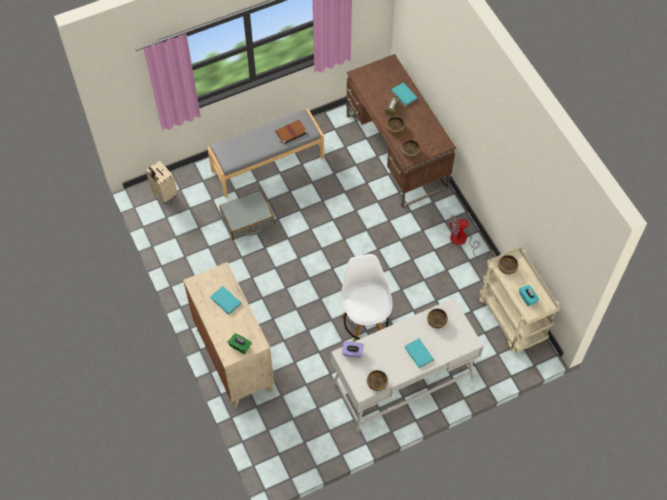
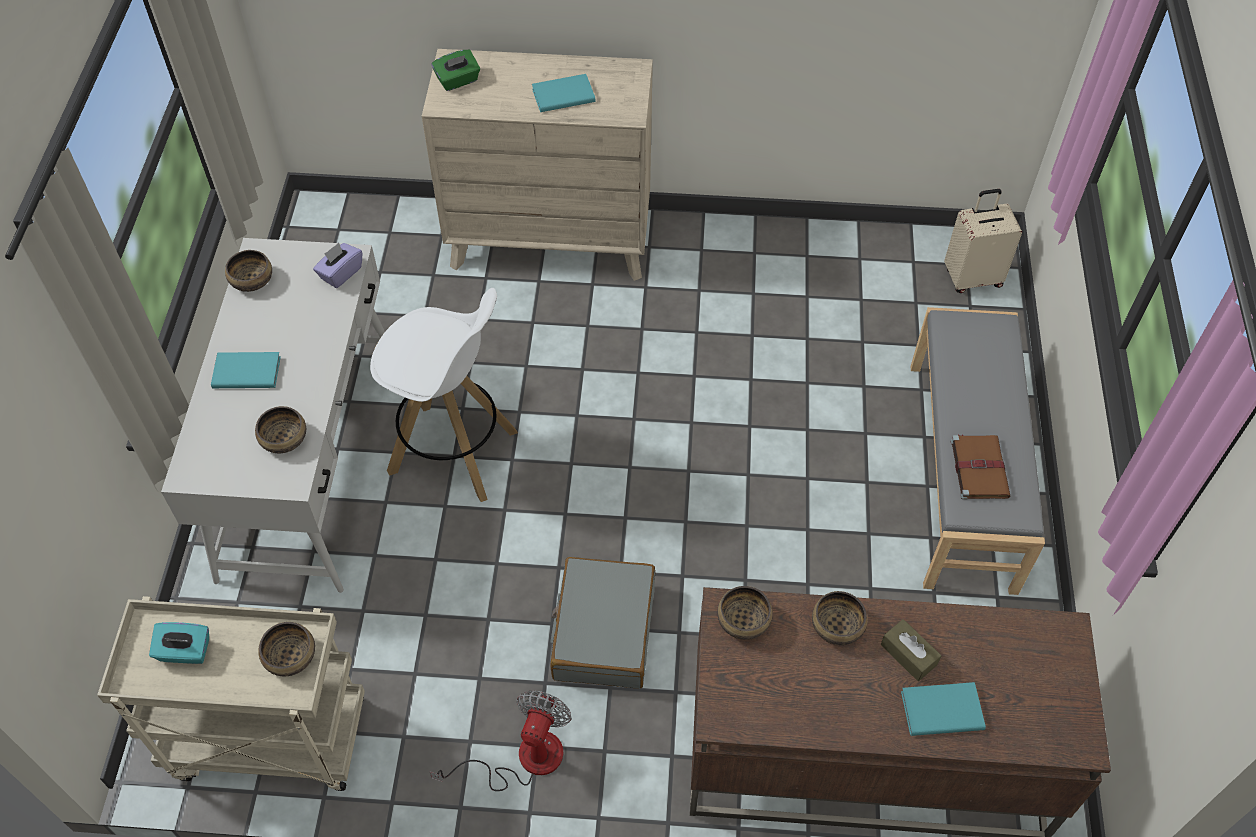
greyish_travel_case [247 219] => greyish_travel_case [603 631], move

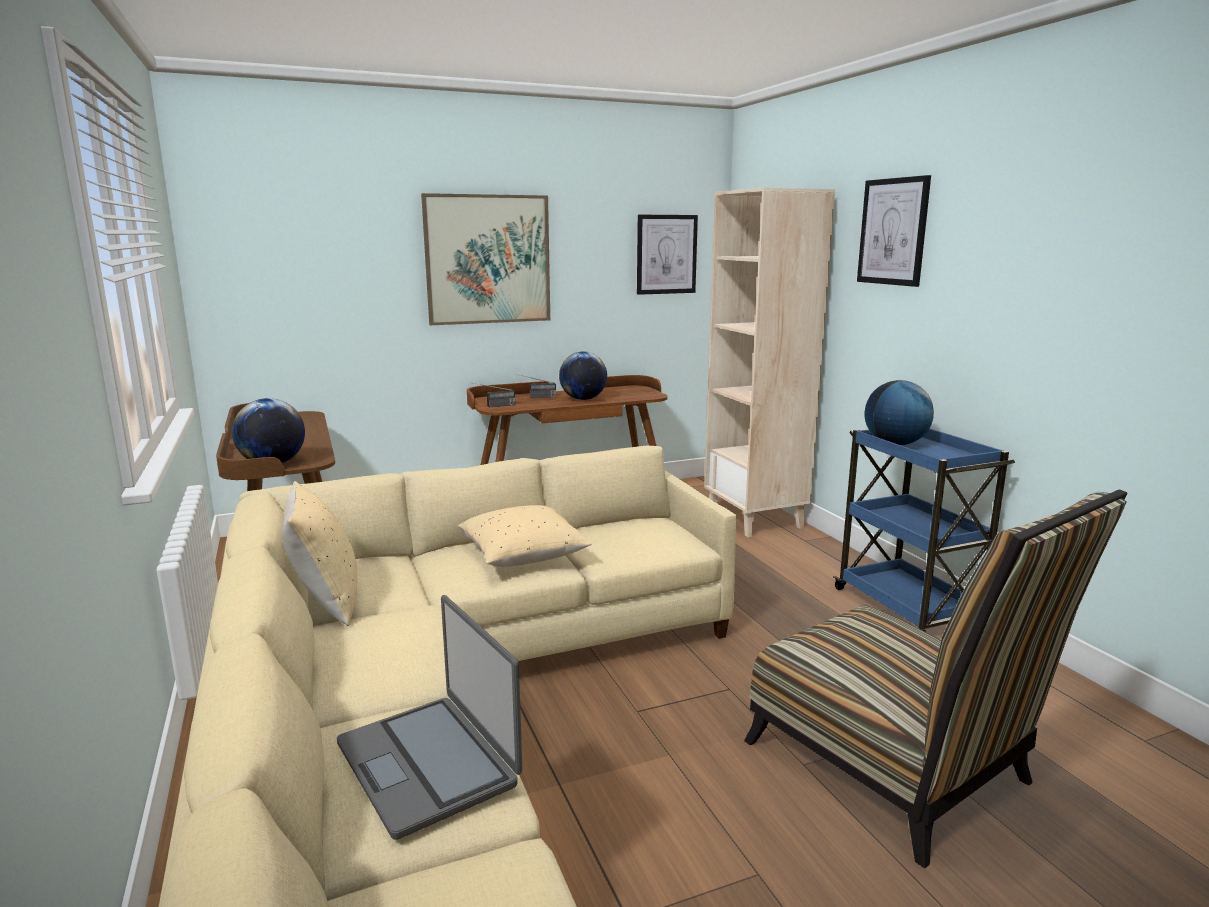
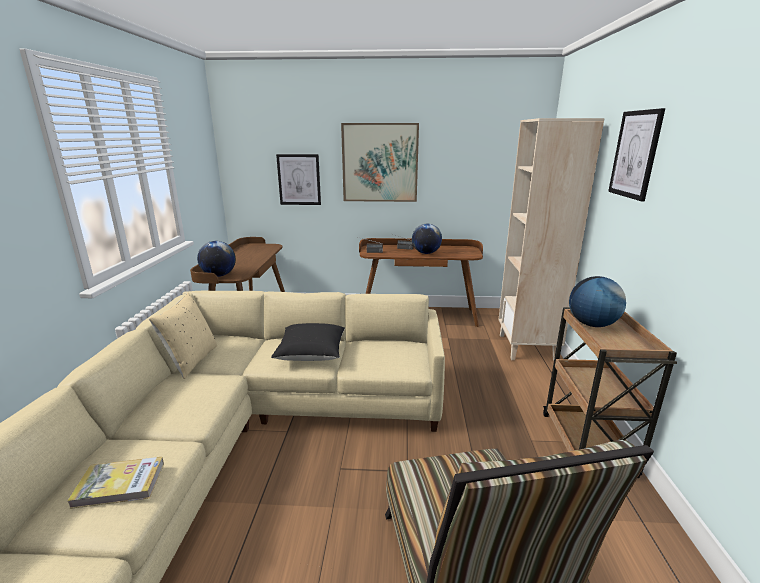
picture [666 254] => picture [299 179], move
notebook_computer [429 763] => book [120 484]
sand-coloured_pillow [523 556] => black_pillow [311 354]
bluish_trolley [907 608] => brownish_trolley [587 446]

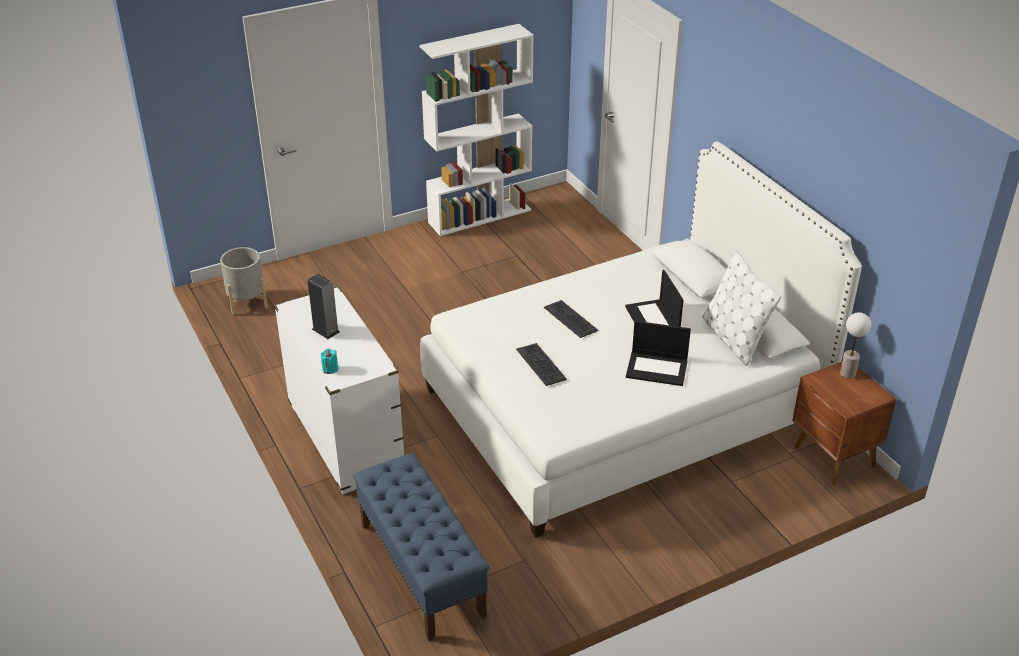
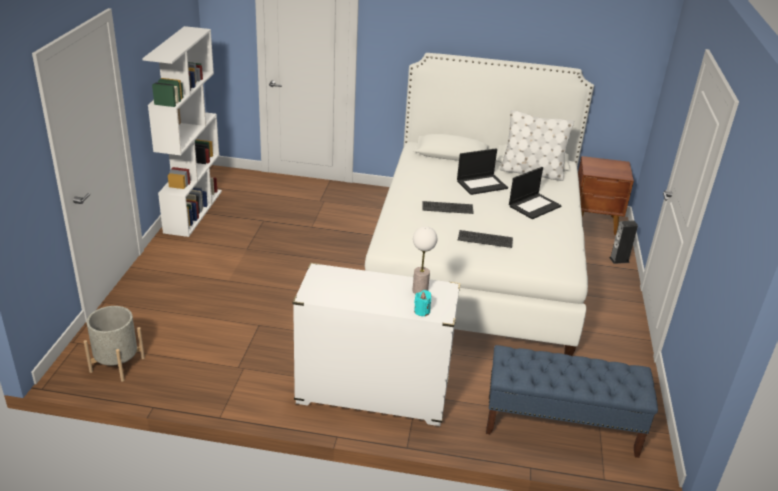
audio_speaker [326 330] => audio_speaker [619 260], move
lamp_for_a_table [847 373] => lamp_for_a_table [420 290], move
notebook_computer [653 319] => notebook_computer [482 184], 45 degrees counterclockwise

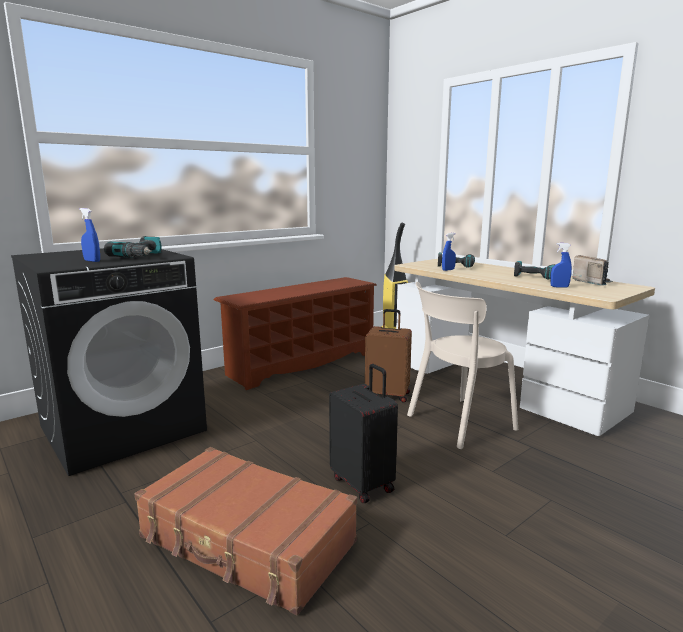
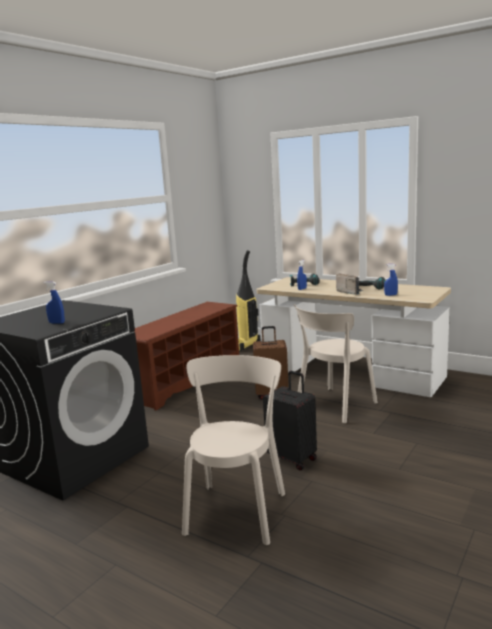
power_drill [141 256] => nothing
radio [592 282] => radio [350 292], move
brownish_travel_case [247 541] => sand-coloured_plain_chair [237 509]

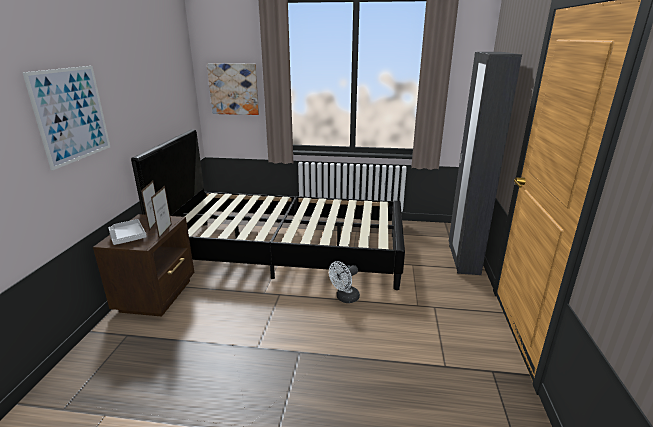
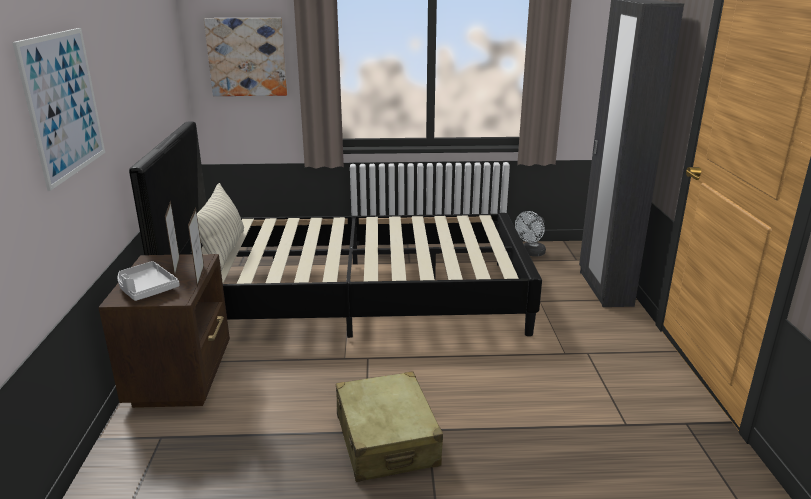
nothing => pillow [223 251]
nothing => sand-coloured_travel_case [386 440]
whitish_electric_fan [345 298] => whitish_electric_fan [531 253], move

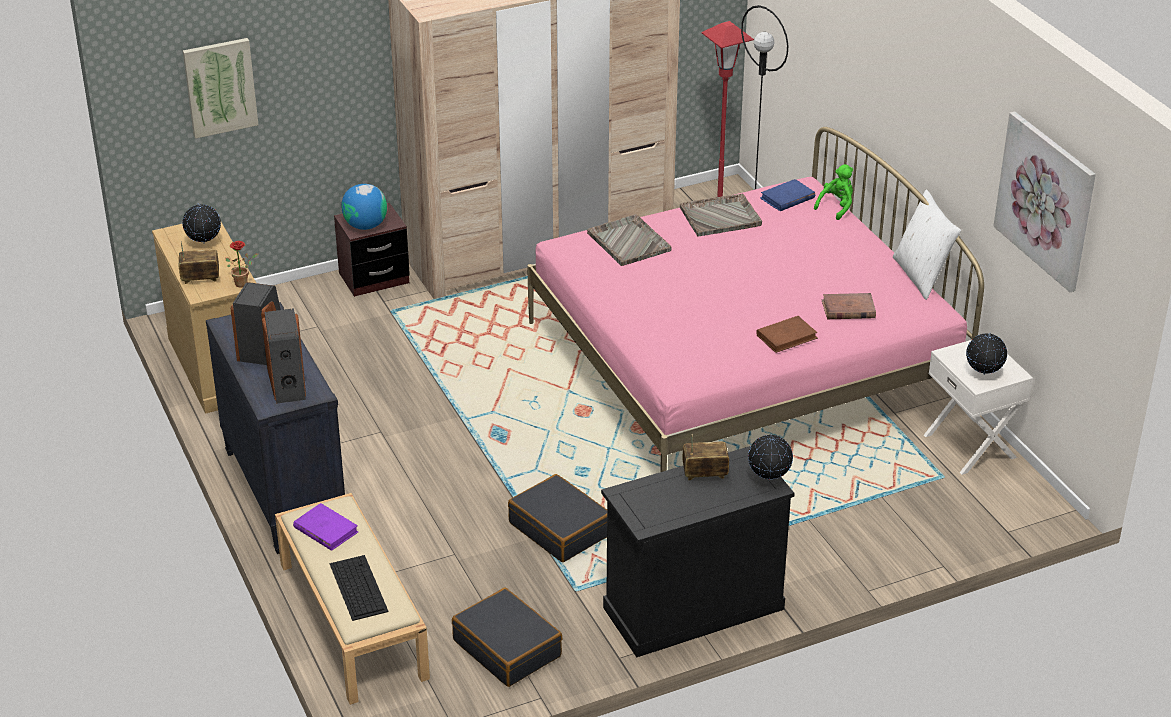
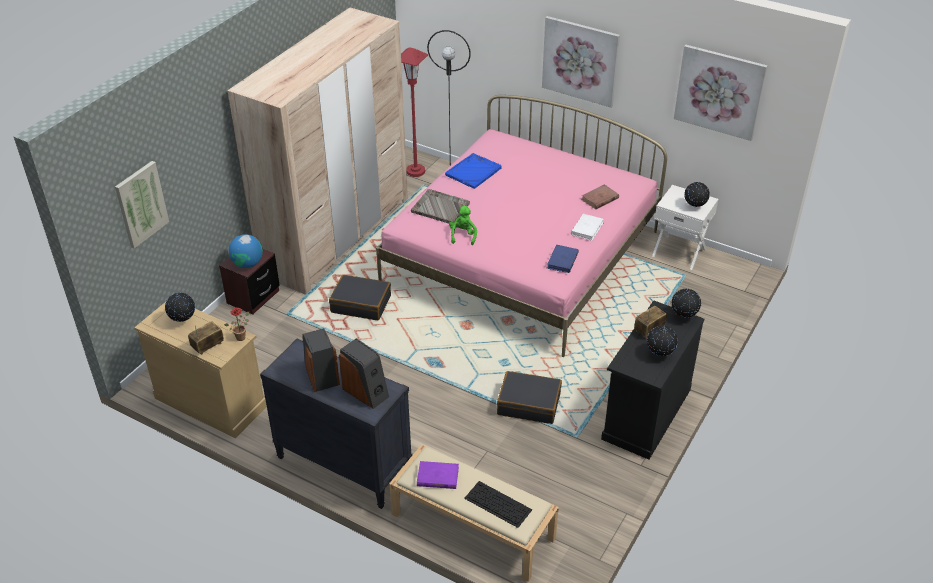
whitish_pillow [921 276] => nothing
nothing => picture [580 61]
nothing => world_globe [659 354]
black_travel_case [507 648] => black_travel_case [361 304], move
bluish_book [787 198] => bluish_book [562 261], move
greenish_plush_toy [836 207] => greenish_plush_toy [463 236], move
greyish_tray [721 216] => bluish_tray [474 171]
brownish_book [786 337] => whitish_book [587 228]

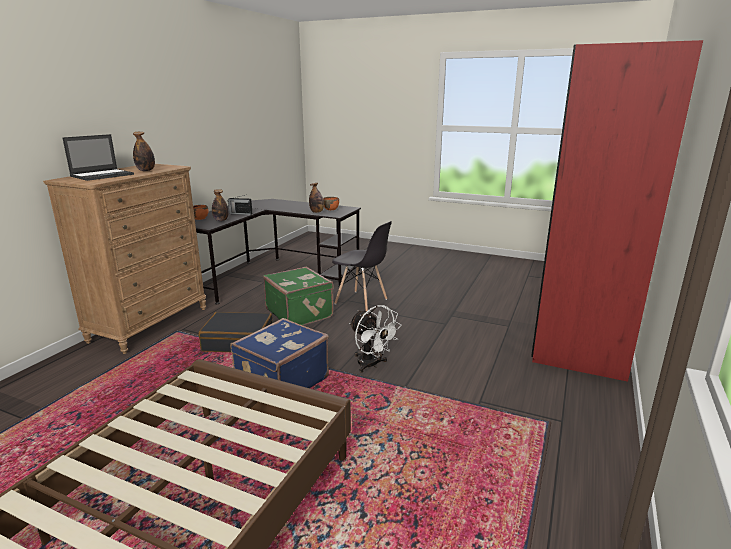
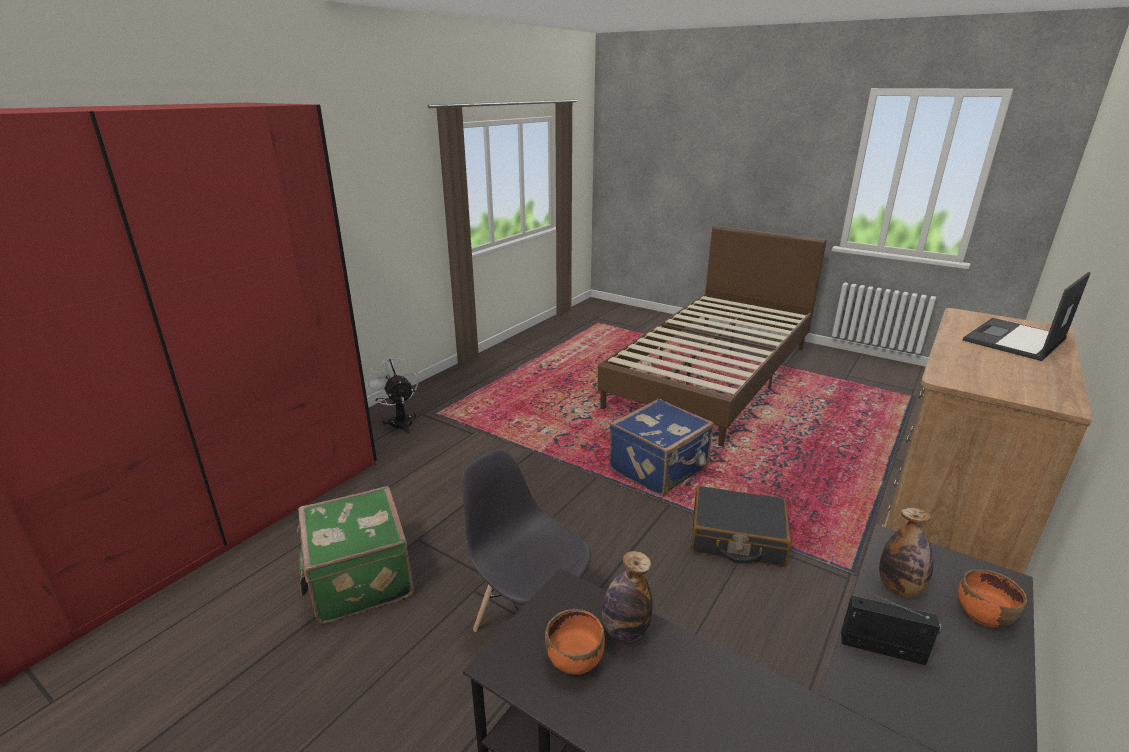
drink_bottle [146 170] => nothing
greenish_travel_case [300 313] => greenish_travel_case [358 579], move
whitish_electric_fan [371 365] => whitish_electric_fan [400 421], move

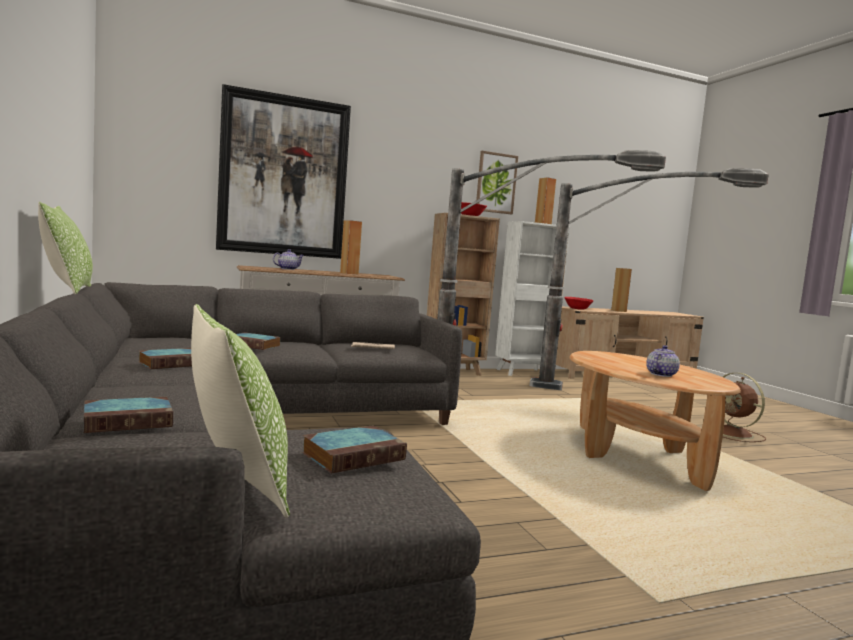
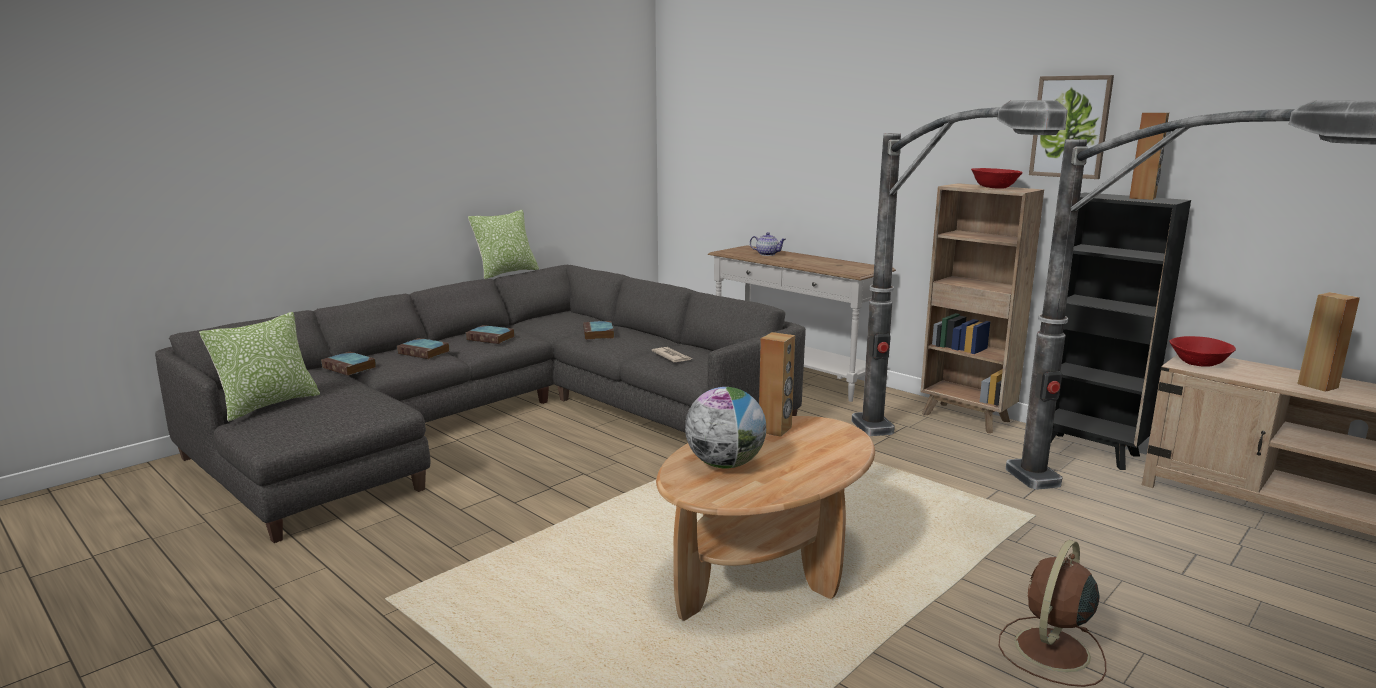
picture [284 176] => nothing
book [355 455] => book [425 352], move
brownish_audio_speaker [349 273] => brownish_audio_speaker [775 429], move
tea_pot [660 374] => world_globe [725 464]
whitish_bookcase [524 372] => black_bookcase [1090 452]

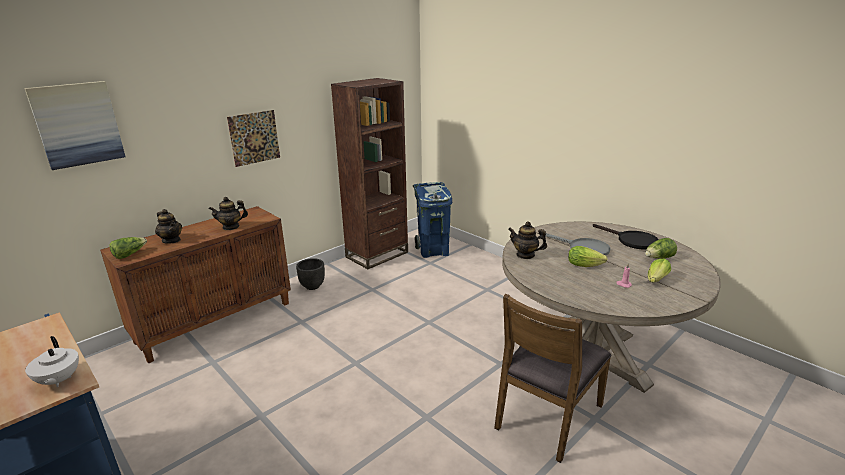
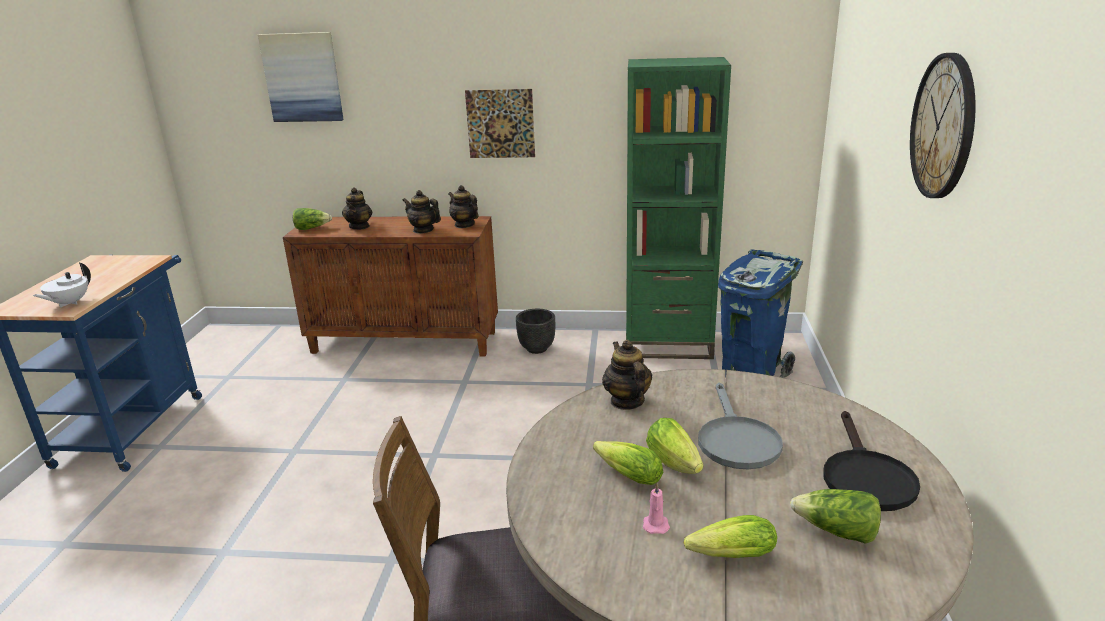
nothing => tea_pot [464 225]
nothing => lettuce_head [625 474]
nothing => clock_on_the_wall [943 127]
brownish_bookcase [377 255] => greenish_bookcase [668 345]

